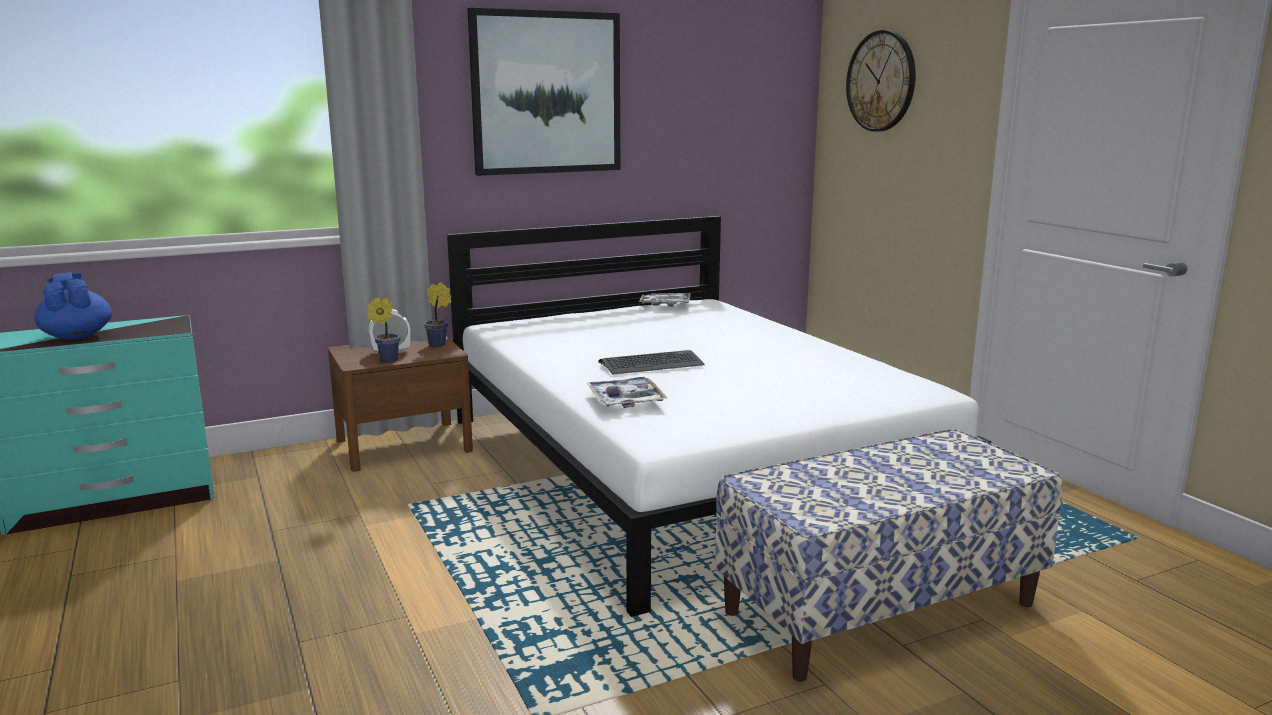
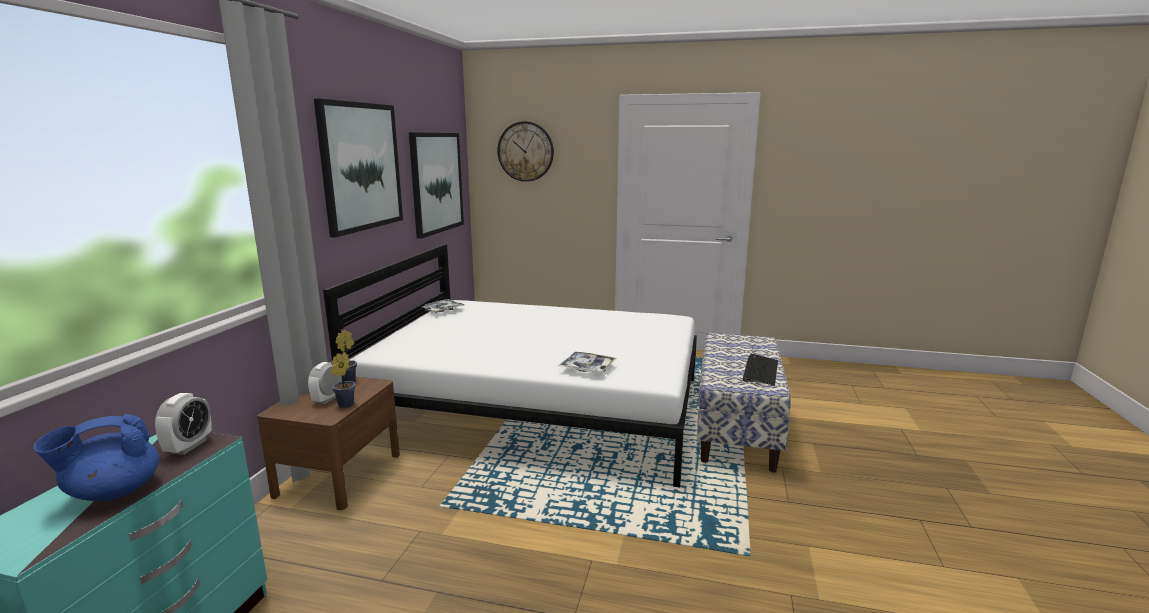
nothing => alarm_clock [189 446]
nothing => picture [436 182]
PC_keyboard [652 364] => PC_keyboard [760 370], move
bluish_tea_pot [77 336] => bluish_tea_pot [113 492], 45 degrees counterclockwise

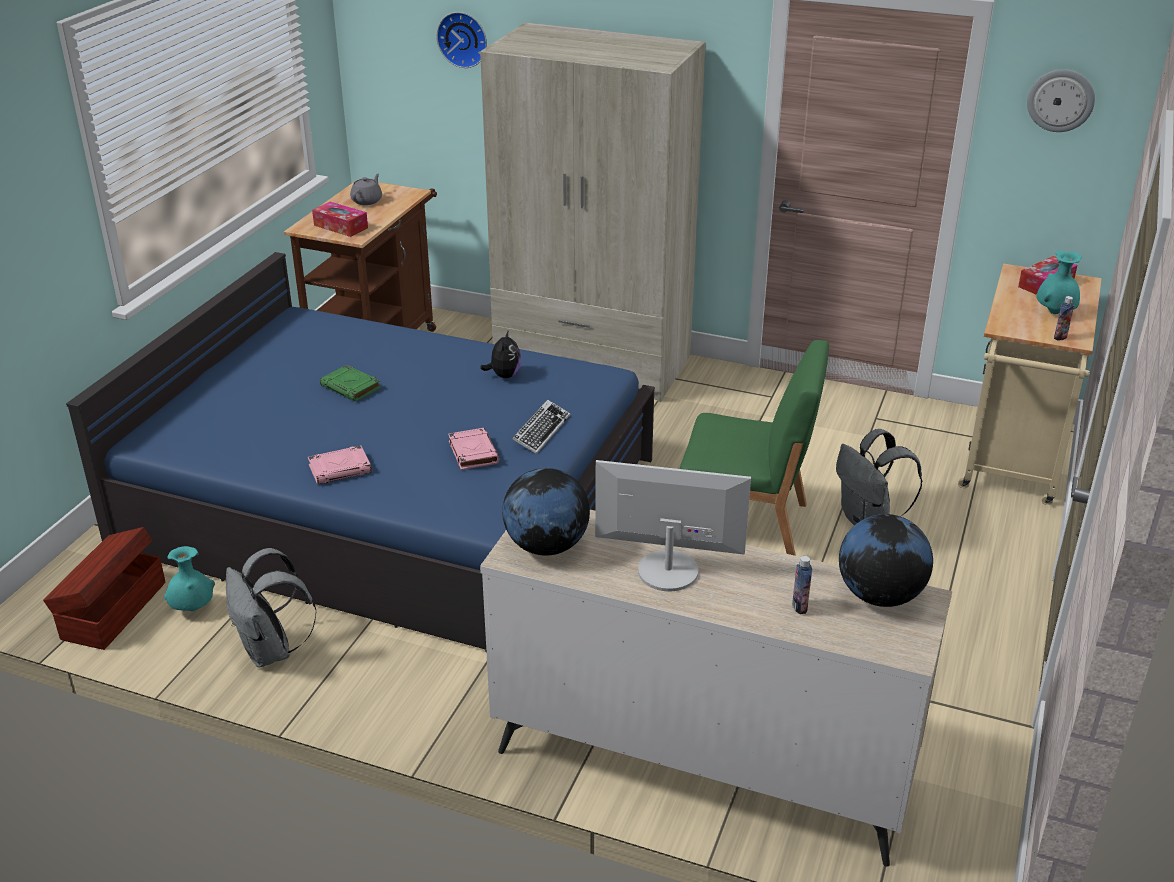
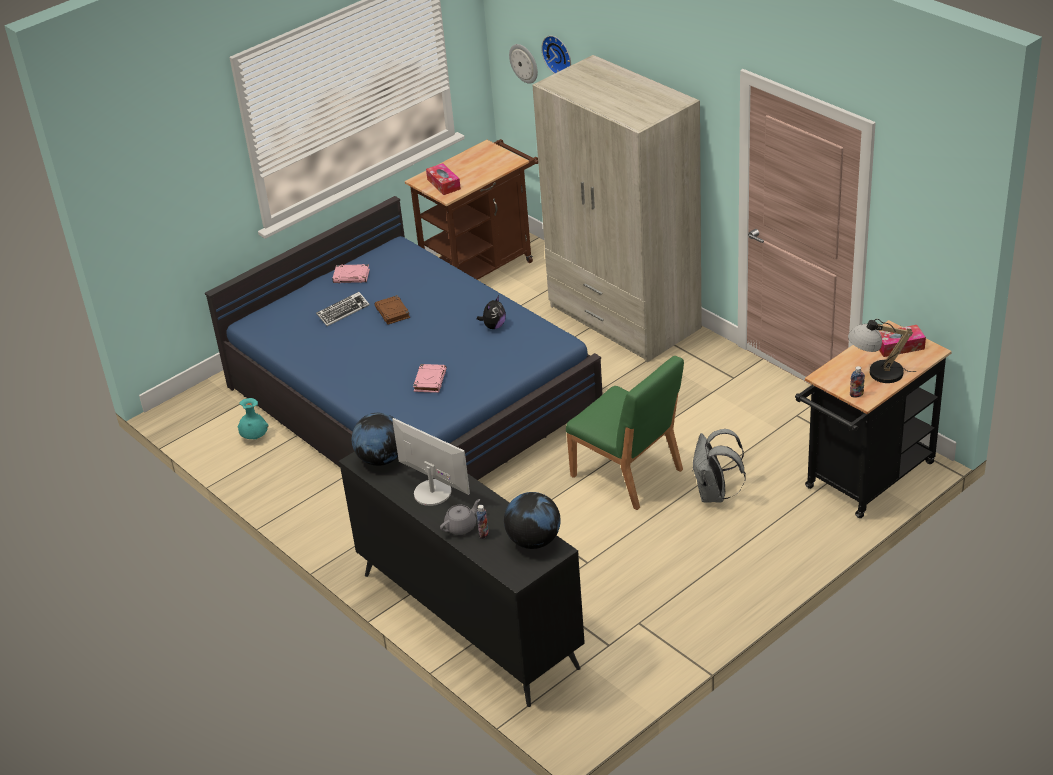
brownish_storage_container [112 611] => nothing
greyish_knapsack [271 651] => nothing
pinkish_book [340 469] => pinkish_book [352 276], move
greyish_tea_pot [367 201] => greyish_tea_pot [461 526], move
PC_keyboard [541 431] => PC_keyboard [343 312], move
clock_on_the_wall [1060 100] => clock_on_the_wall [524 63], move
blue-green_decorative_vase [1054 313] => lamp_for_a_table [876 373]
greenish_book [351 387] => brownish_book [393 312]
sand-coloured_chest_of_drawers [698 767] => black_chest_of_drawers [468 619]
sand-coloured_trolley [1012 465] => black_trolley [864 480]

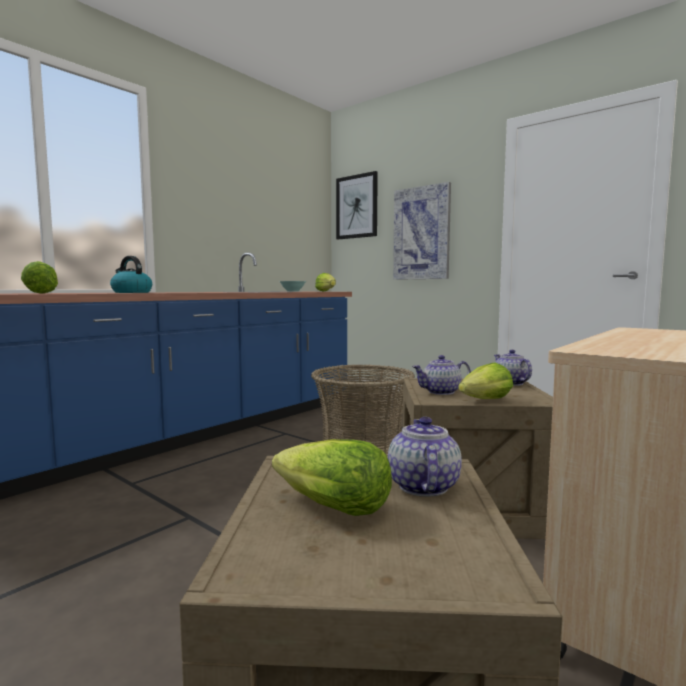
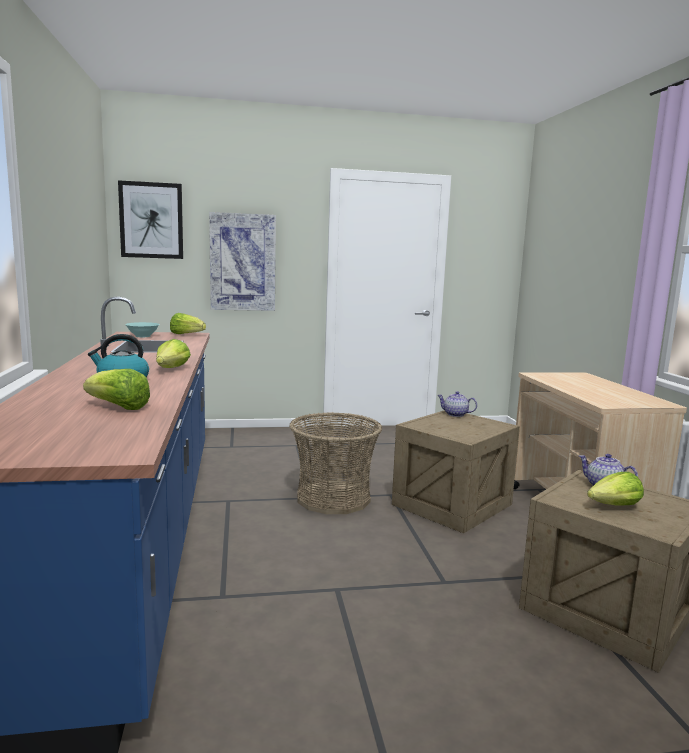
tea_pot [441 392] => nothing
lettuce_head [486 401] => lettuce_head [172 369], move

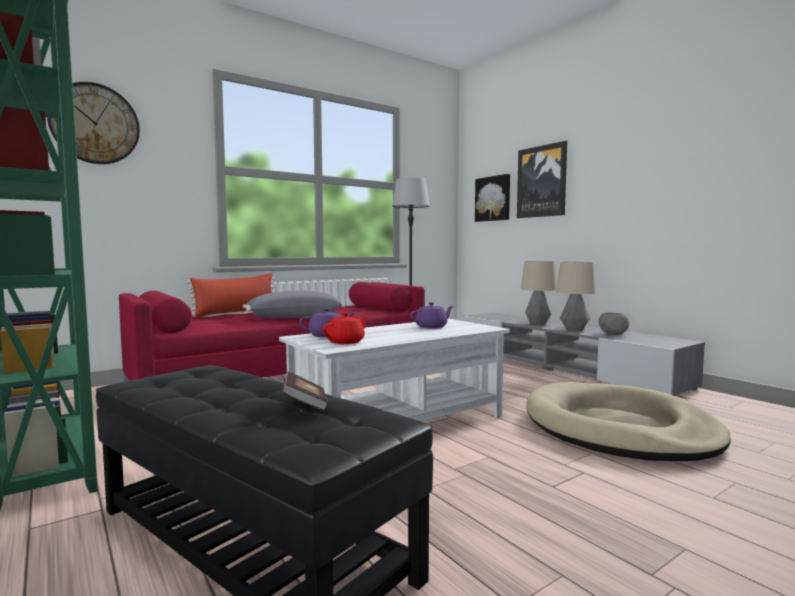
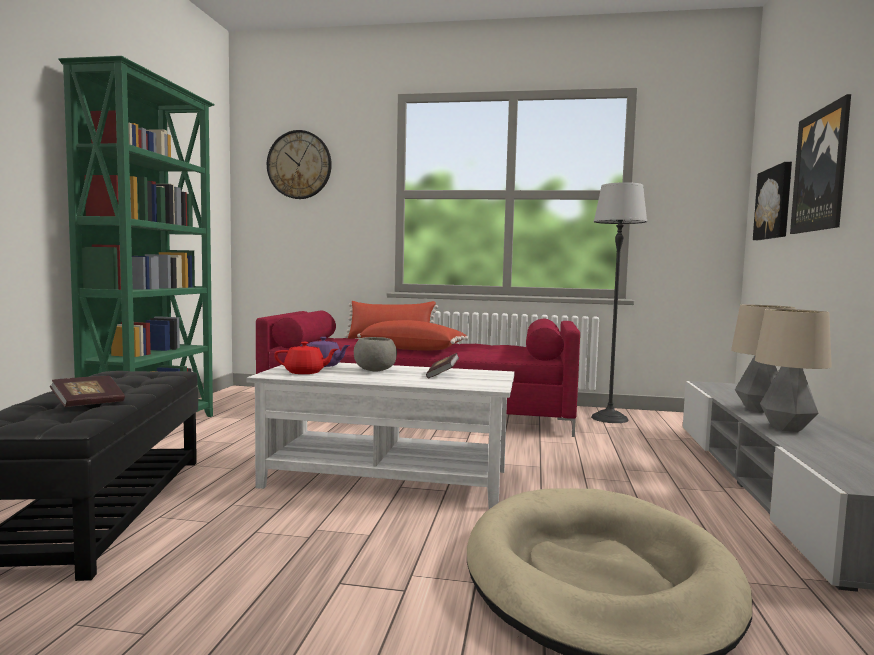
greyish_serving_bowl [613 334] => greyish_serving_bowl [374 370], move
purplish_tea_pot [432 327] => book [442 375]
greyish_pillow [294 317] => reddish_pillow [413 349]

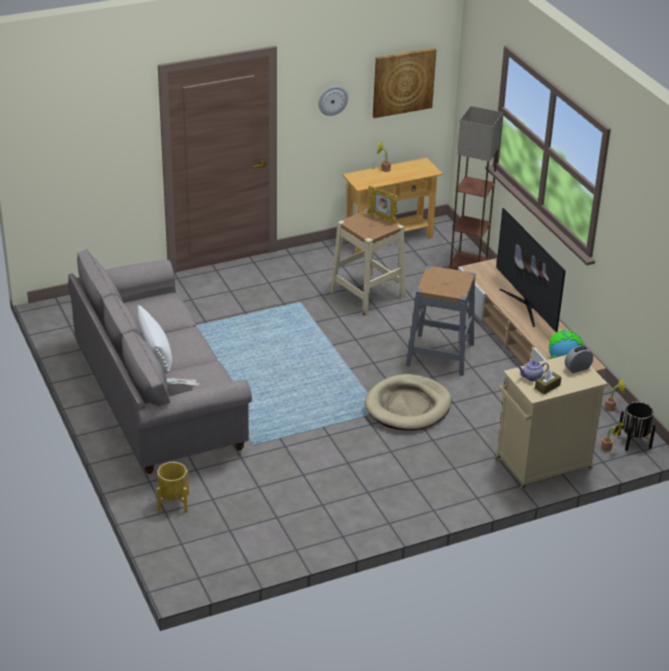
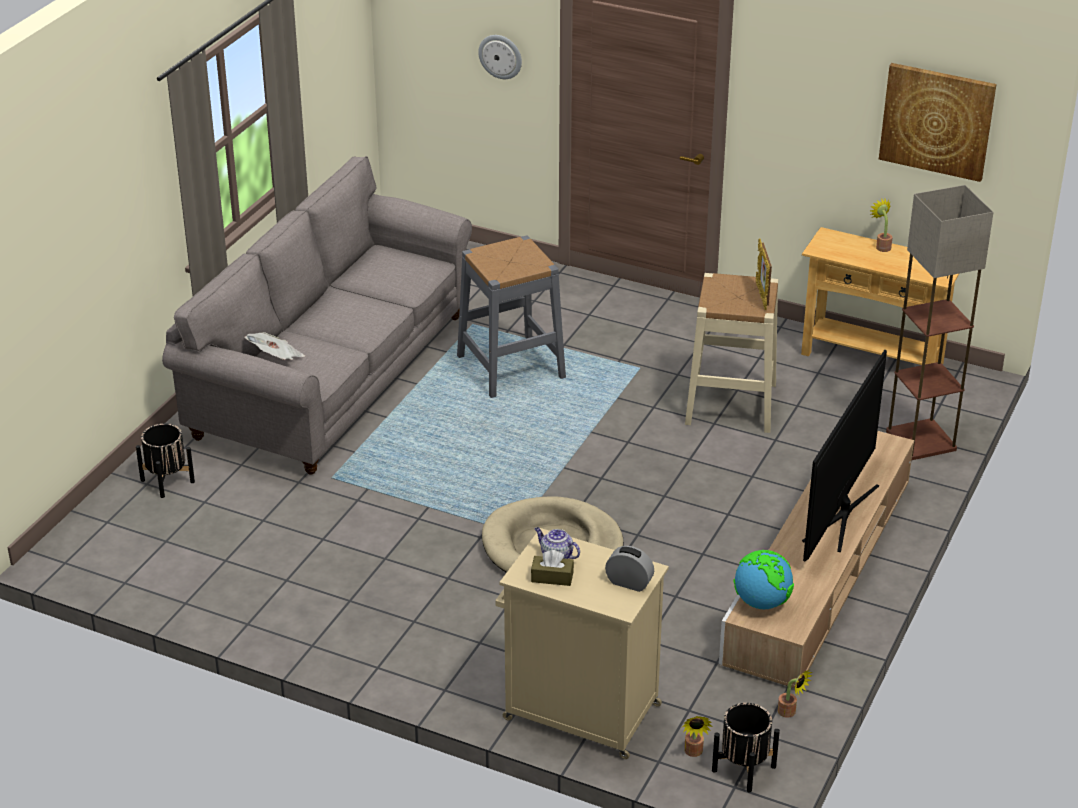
whitish_pillow [155 351] => nothing
clock_on_the_wall [332 100] => clock_on_the_wall [500 56], move
greyish_sitting_stool [440 354] => greyish_sitting_stool [510 367], move
yellow_flower_pot [173 503] => black_flower_pot [167 481]

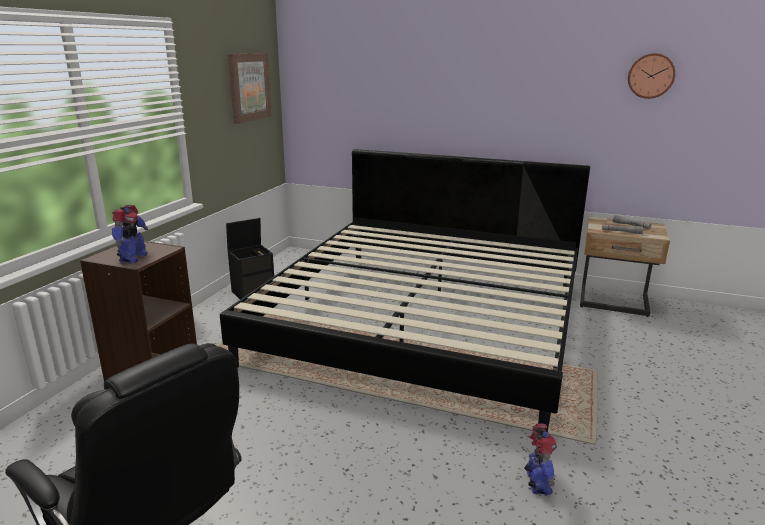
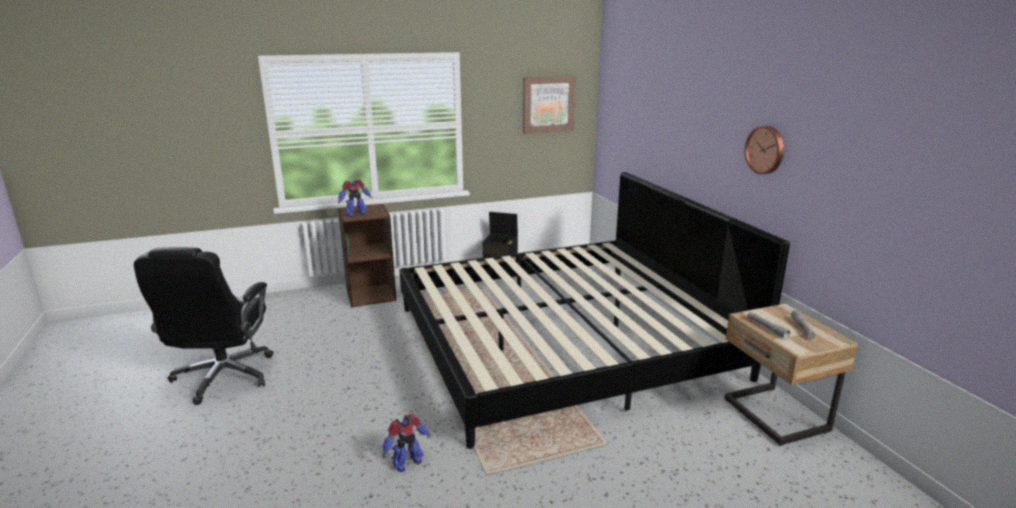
clock_on_the_wall [651 76] => clock_on_the_wall [765 150], move

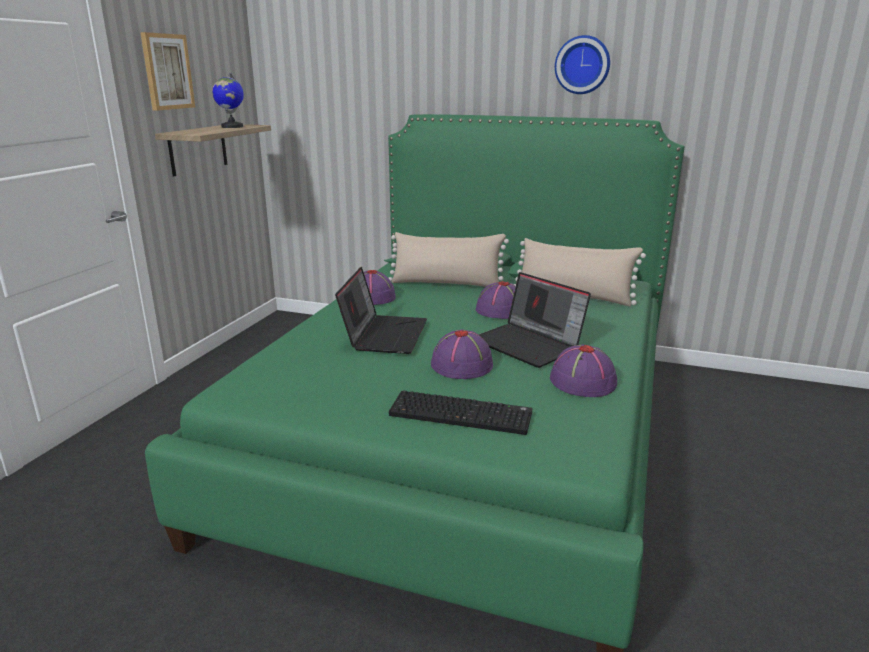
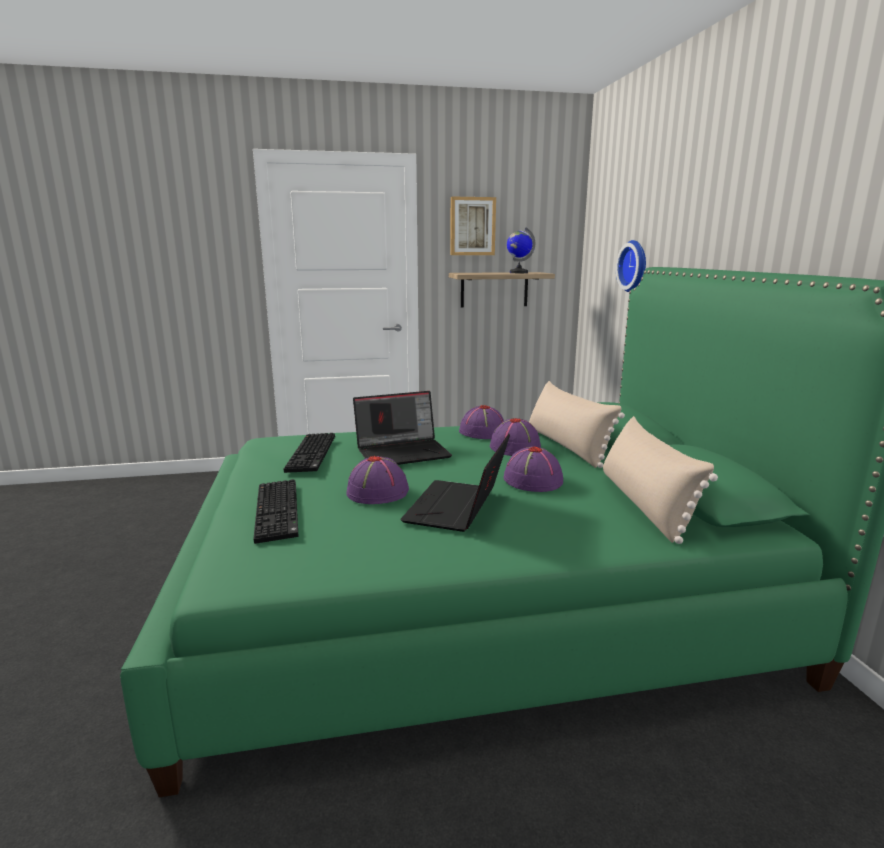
nothing => PC_keyboard [313 454]
purplish_clothing_hat [582 381] => purplish_clothing_hat [515 447], move
clock_on_the_wall [582 65] => clock_on_the_wall [635 266], move

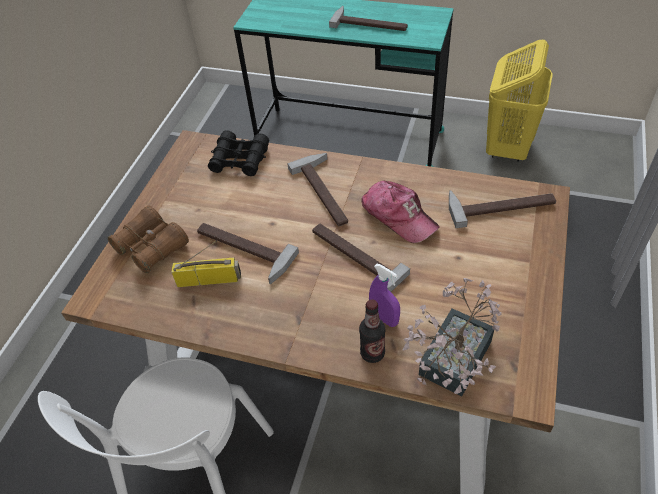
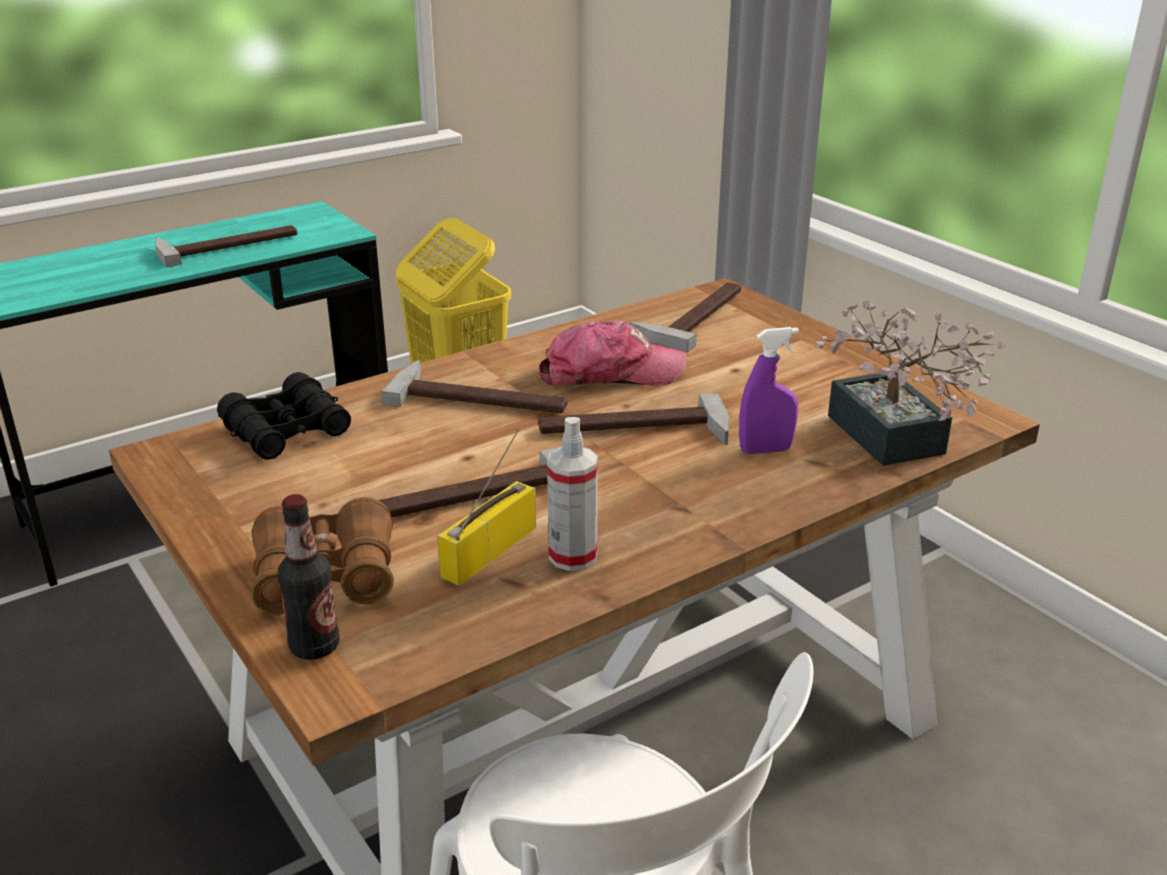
nothing => hand_sprayer [573 556]
drink_bottle [372 353] => drink_bottle [314 647], move

